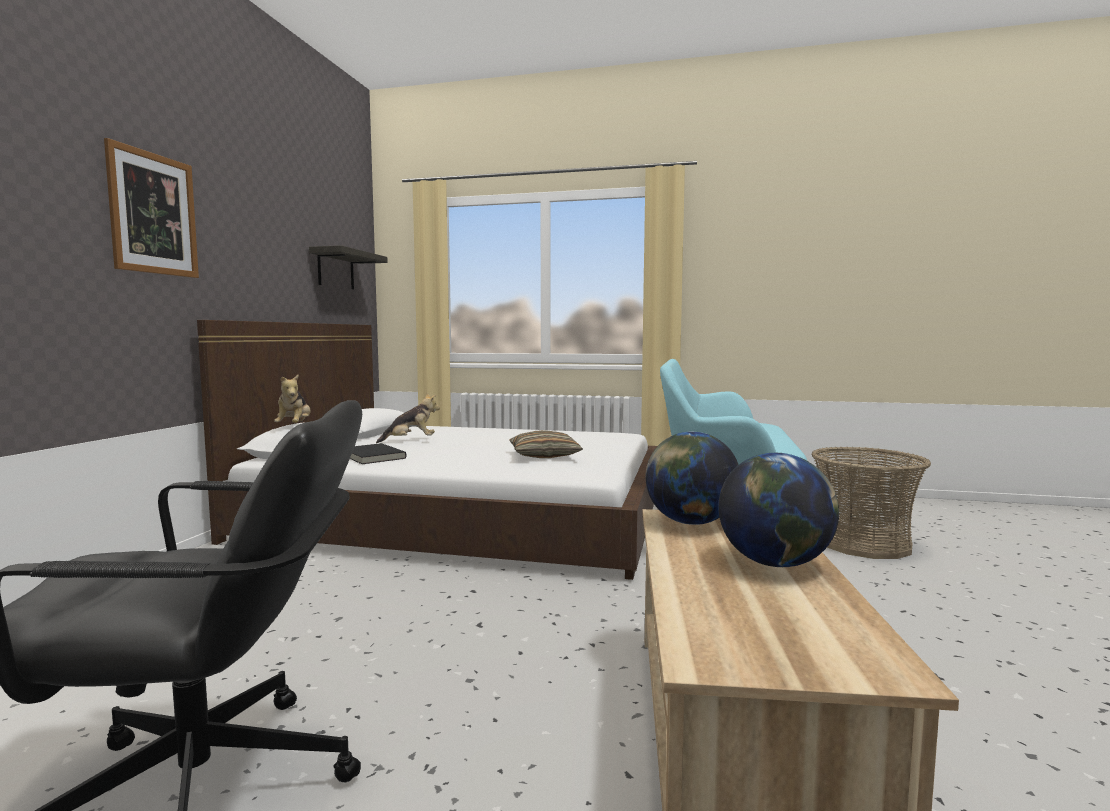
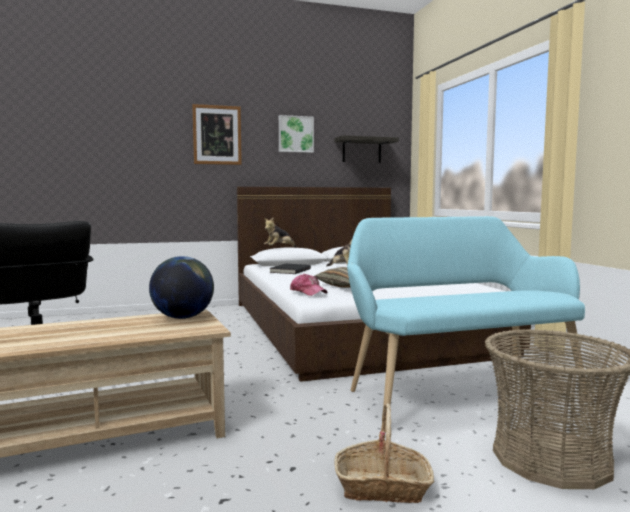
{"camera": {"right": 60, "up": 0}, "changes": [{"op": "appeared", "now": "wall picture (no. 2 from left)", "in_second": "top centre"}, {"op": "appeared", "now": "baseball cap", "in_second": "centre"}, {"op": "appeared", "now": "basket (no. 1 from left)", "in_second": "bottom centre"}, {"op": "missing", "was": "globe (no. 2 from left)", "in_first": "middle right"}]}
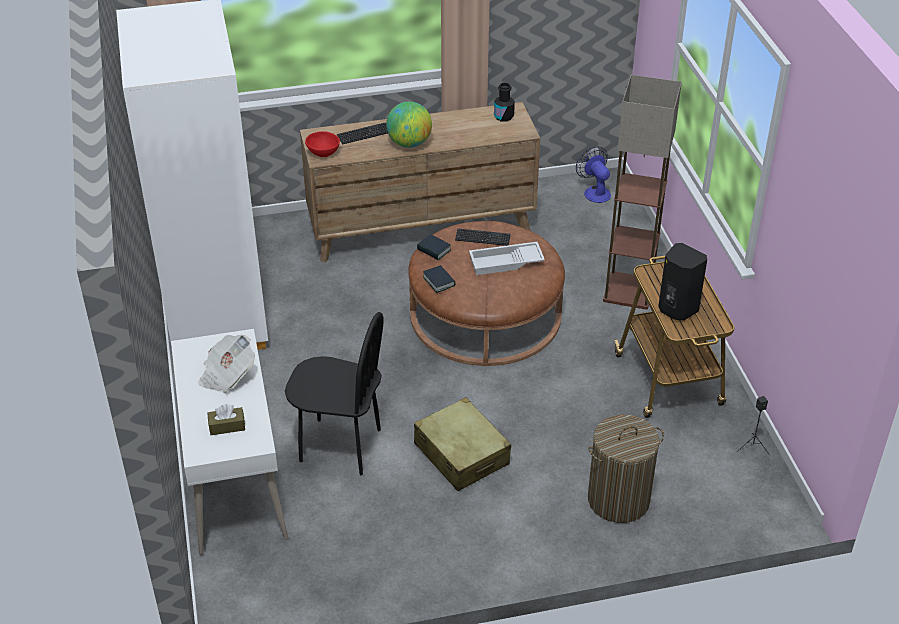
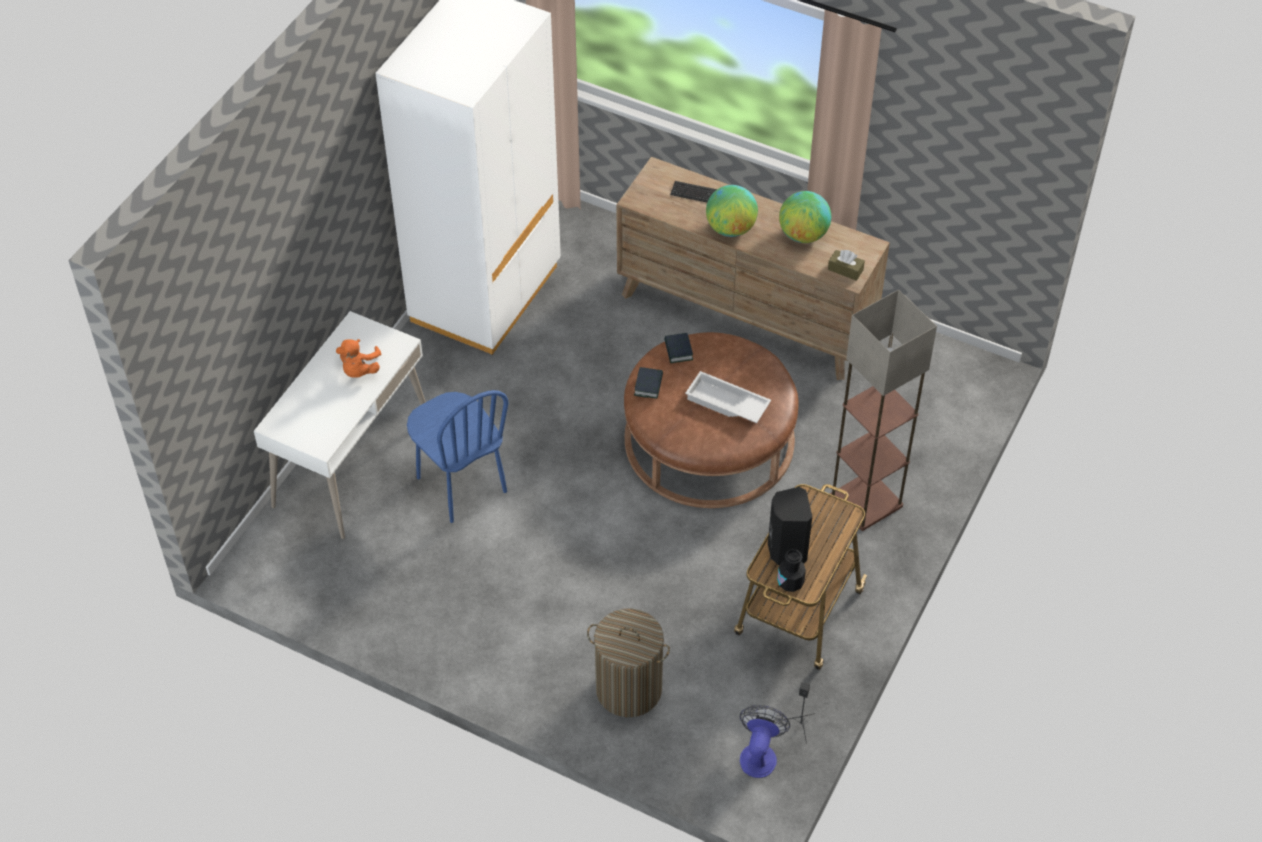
{"camera": {"right": 40, "up": 10}, "changes": [{"op": "exchanged", "was": "printed paper", "now": "orangey plush toy", "in_first": "middle left", "in_second": "middle left"}, {"op": "colour", "was": "black-coloured upright chair", "now": "blue-coloured upright chair", "in_first": "centre", "in_second": "centre"}, {"op": "relocated", "was": "cooling fan", "in_first": "top centre", "in_second": "bottom centre"}, {"op": "relocated", "was": "black-coloured bottle", "in_first": "top centre", "in_second": "bottom centre"}, {"op": "appeared", "now": "globe (no. 2 from left)", "in_second": "top centre"}, {"op": "relocated", "was": "brownish box of tissues", "in_first": "bottom left", "in_second": "top right"}, {"op": "missing", "was": "red serving bowl", "in_first": "top centre"}, {"op": "missing", "was": "beige-coloured suitcase", "in_first": "bottom centre"}, {"op": "missing", "was": "computer keyboard (no. 2 from left)", "in_first": "centre"}]}
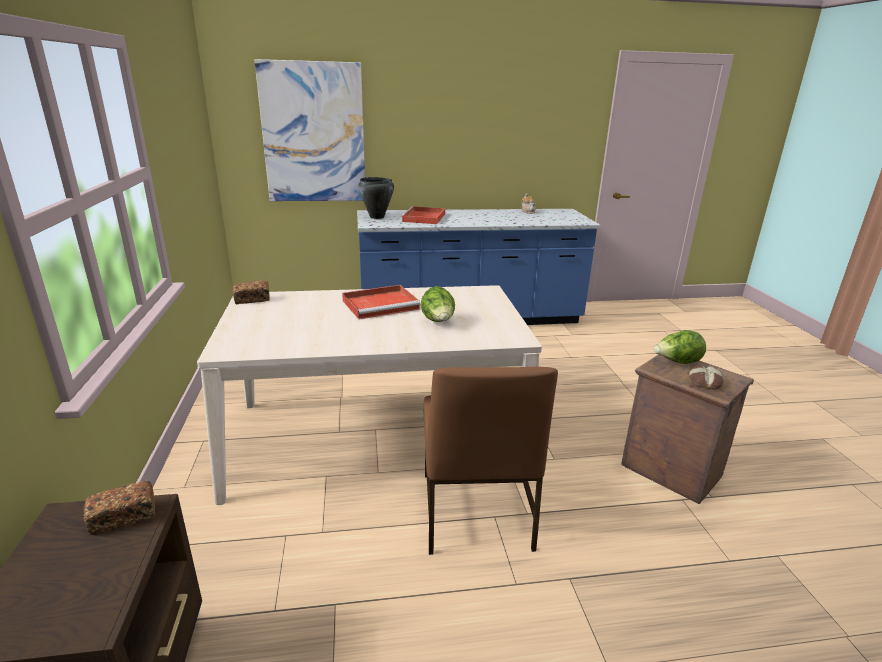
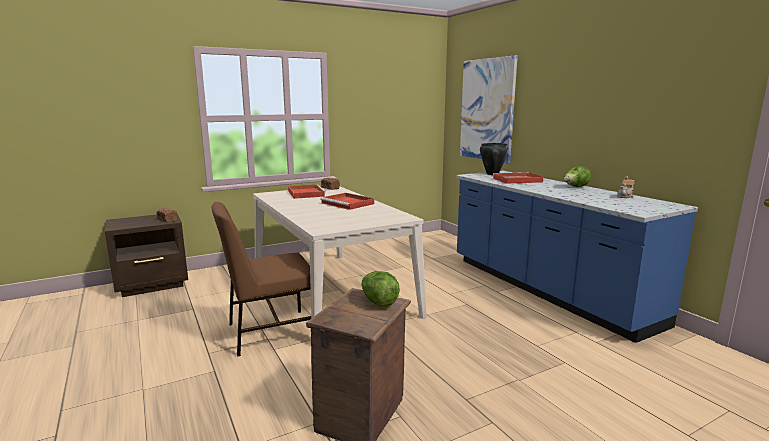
{"camera": {"right": 70, "up": -10}, "changes": [{"op": "appeared", "now": "red carrying tray (no. 1 from left)", "in_second": "centre"}, {"op": "relocated", "was": "lettuce head (no. 1 from left in the first image)", "now": "lettuce head (no. 2 from left)", "in_first": "centre", "in_second": "middle right"}, {"op": "missing", "was": "baked bread (no. 3 from left)", "in_first": "middle right"}]}
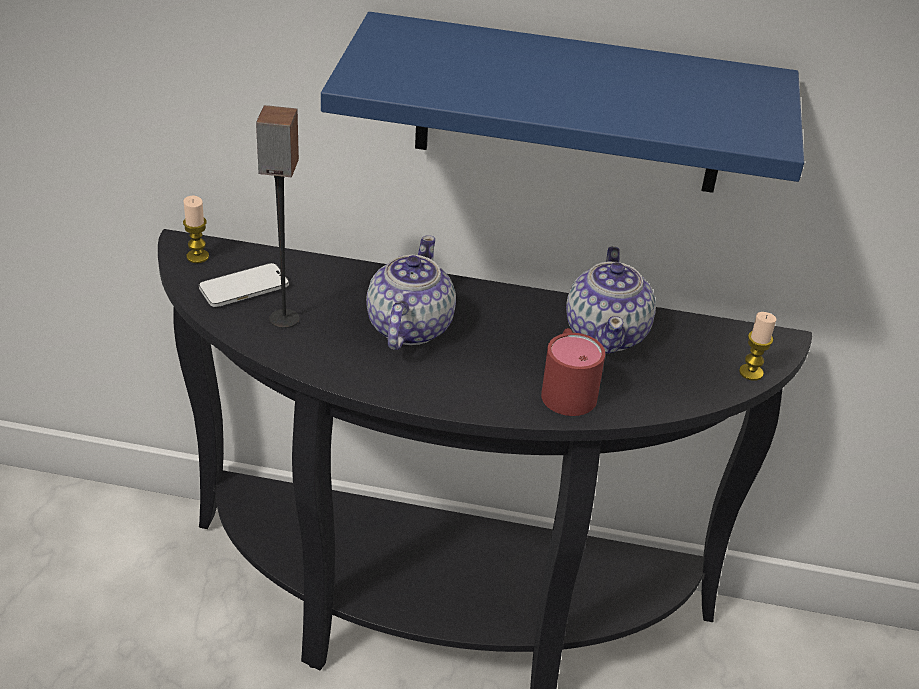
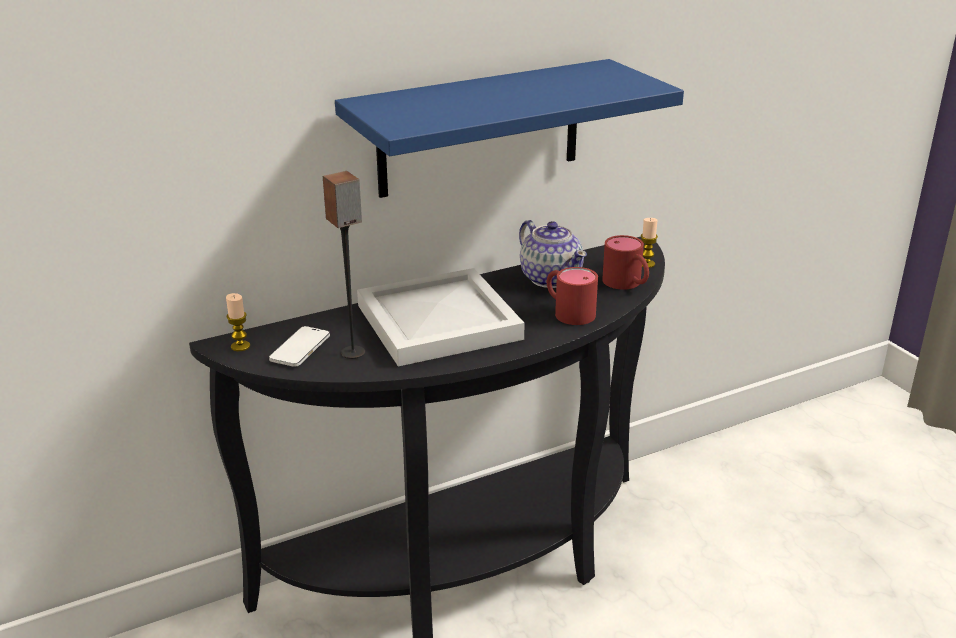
{"camera": {"right": -35, "up": -10}, "changes": [{"op": "exchanged", "was": "tea pot (no. 1 from left)", "now": "whitish carrying tray", "in_first": "centre", "in_second": "centre"}, {"op": "appeared", "now": "red coffee mug (no. 2 from left)", "in_second": "centre"}]}
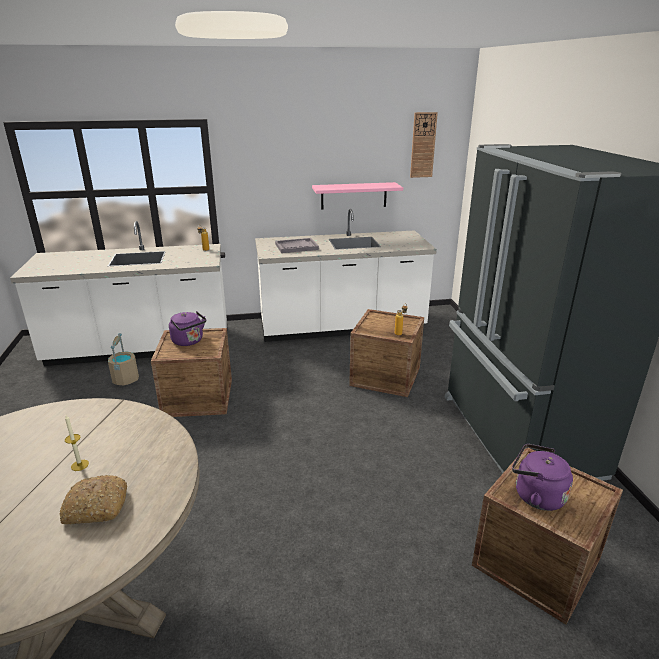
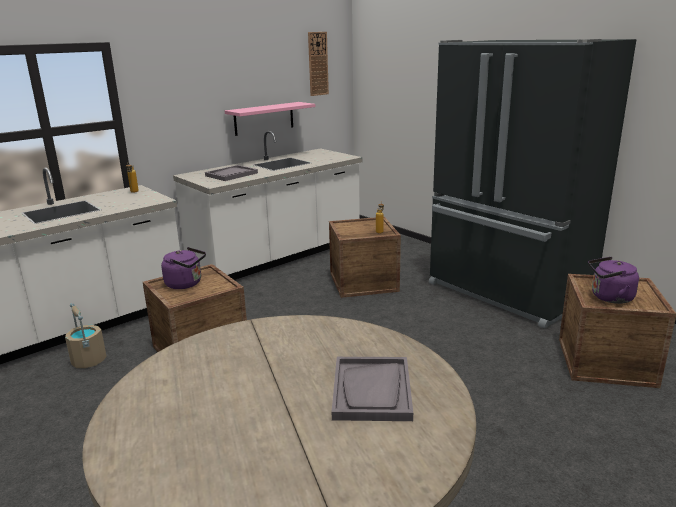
{"camera": {"right": -30, "up": -5}, "changes": [{"op": "exchanged", "was": "baked bread", "now": "grey carrying tray (no. 2 from left)", "in_first": "bottom left", "in_second": "bottom centre"}, {"op": "missing", "was": "candle", "in_first": "bottom left"}]}
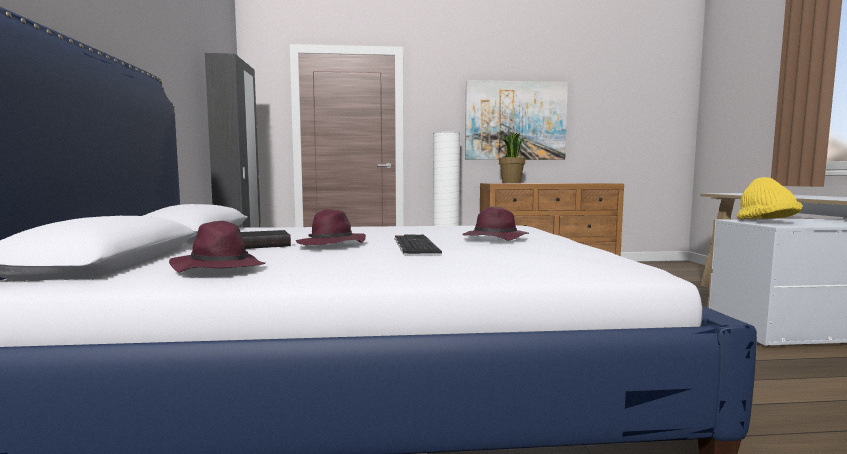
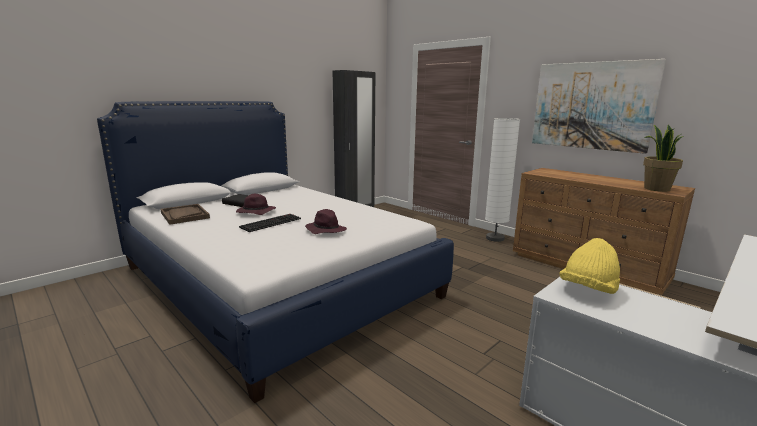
{"camera": {"right": 50, "up": 10}, "changes": [{"op": "exchanged", "was": "purple-coloured hat (no. 1 from left)", "now": "brownish carrying tray", "in_first": "middle left", "in_second": "middle left"}, {"op": "relocated", "was": "potted plant", "in_first": "centre", "in_second": "middle right"}]}
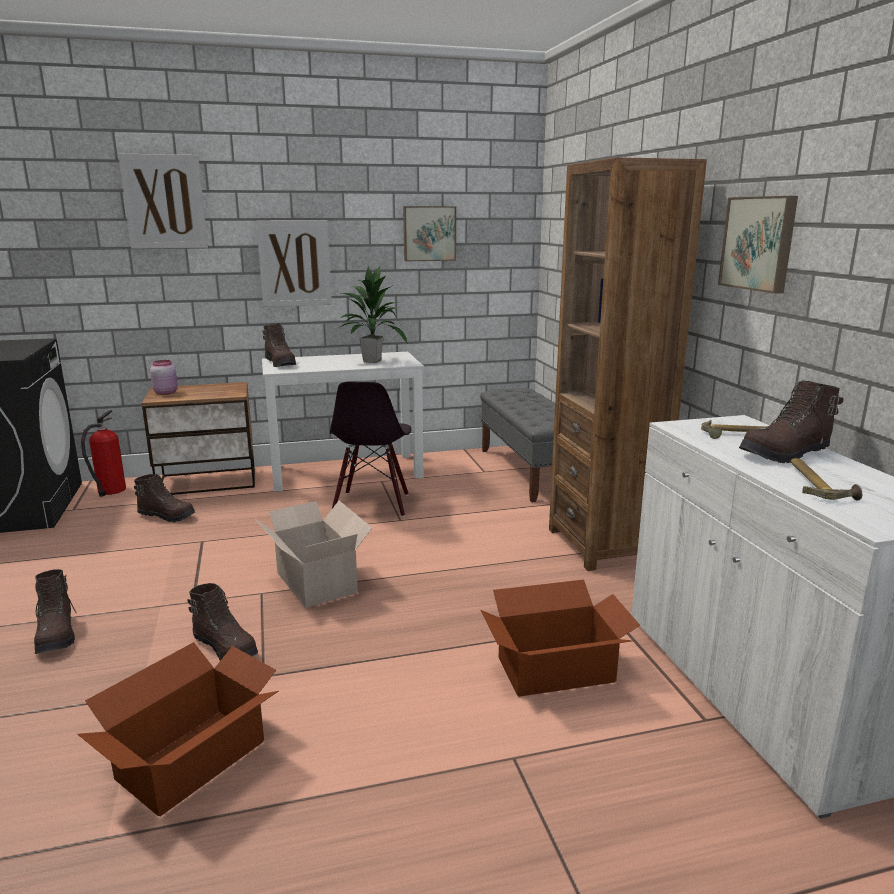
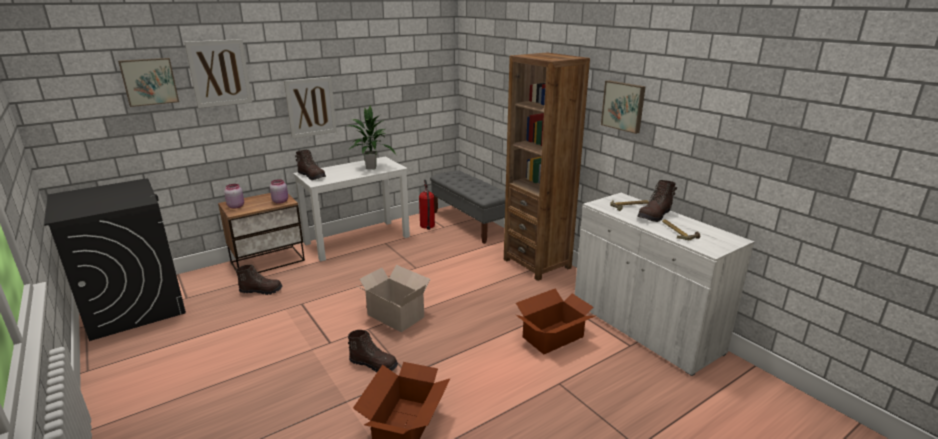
{"camera": {"right": -20, "up": 5}, "changes": [{"op": "relocated", "was": "wall picture (no. 3 from left in the first image)", "now": "wall picture (no. 1 from left)", "in_first": "top centre", "in_second": "top left"}, {"op": "appeared", "now": "pinkish jar (no. 2 from left)", "in_second": "middle left"}, {"op": "relocated", "was": "fire-fighting cylinder", "in_first": "middle left", "in_second": "centre"}, {"op": "missing", "was": "brownish boot (no. 1 from left)", "in_first": "bottom left"}, {"op": "missing", "was": "black-coloured upright chair", "in_first": "centre"}]}
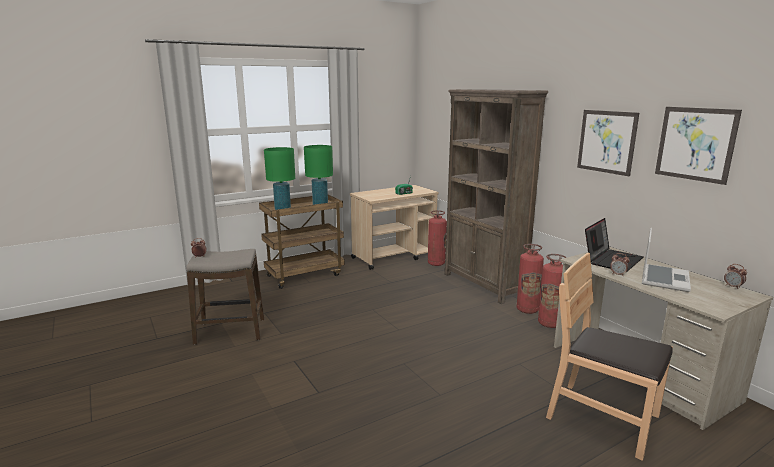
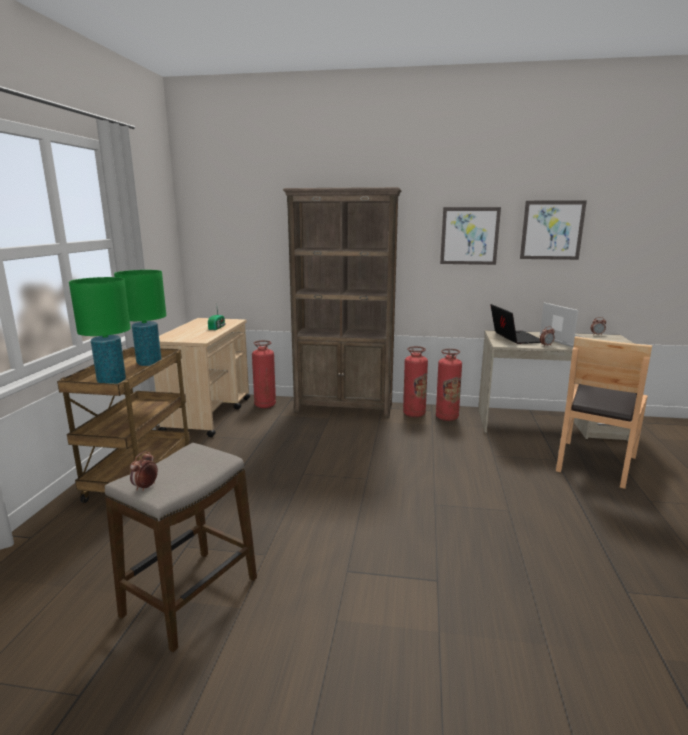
{"camera": {"right": -50, "up": 0}, "changes": [{"op": "spun", "was": "brownish upright chair", "in_first": "bottom right", "in_second": "middle right", "clockwise": -45}]}
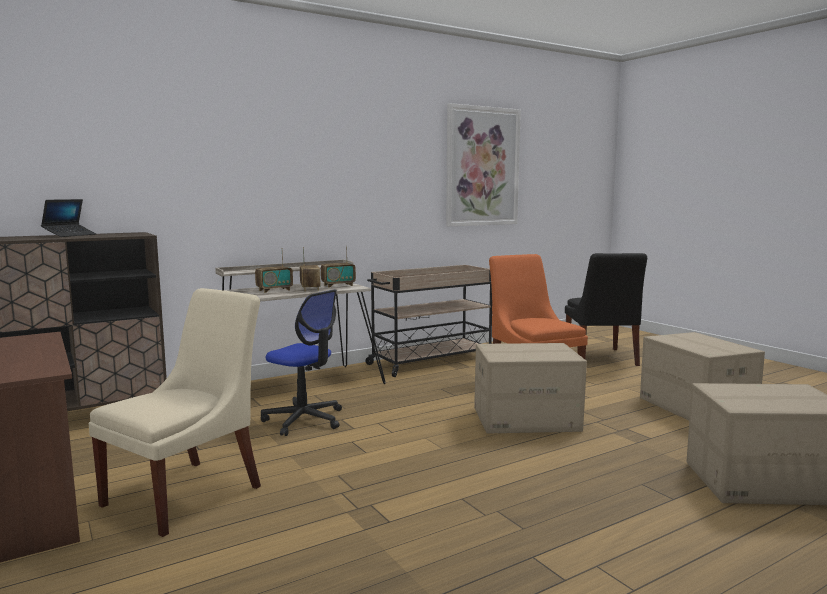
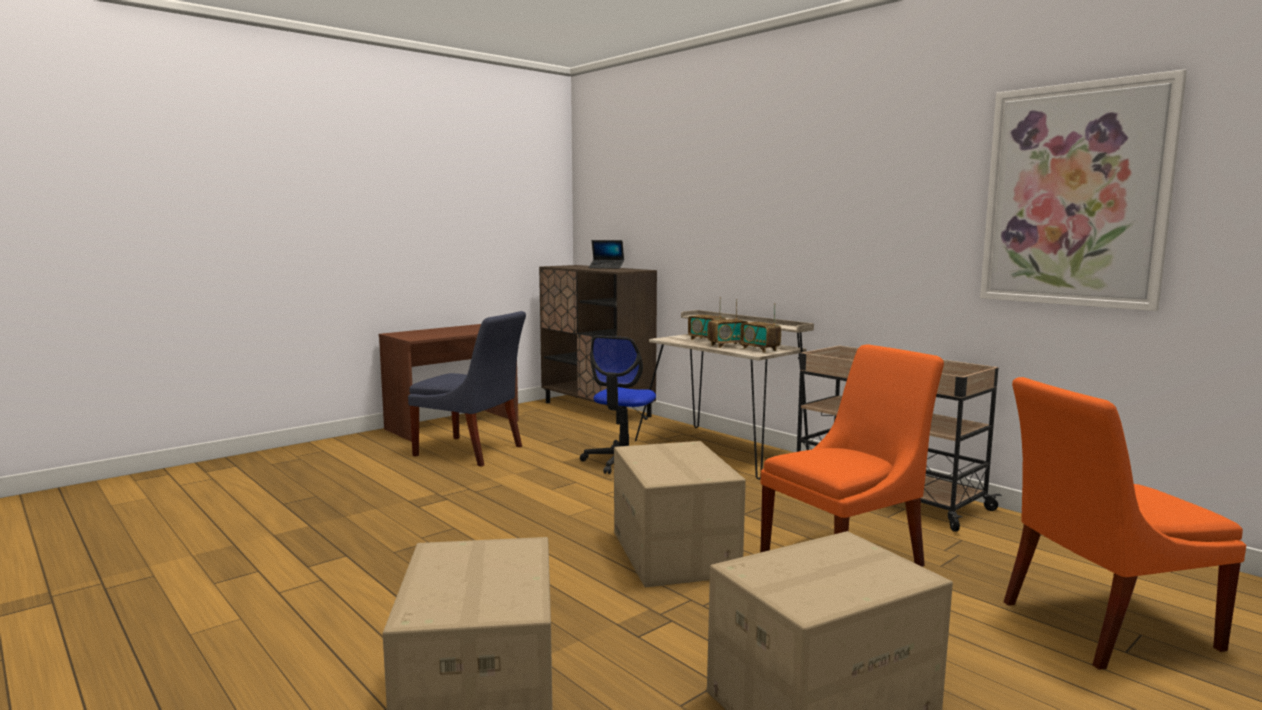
{"camera": {"right": 80, "up": 0}, "changes": [{"op": "colour", "was": "beige-coloured upright chair", "now": "blue-coloured upright chair", "in_first": "bottom left", "in_second": "centre"}, {"op": "colour", "was": "black-coloured upright chair", "now": "orangey upright chair (no. 2 from left)", "in_first": "middle right", "in_second": "bottom right"}]}
